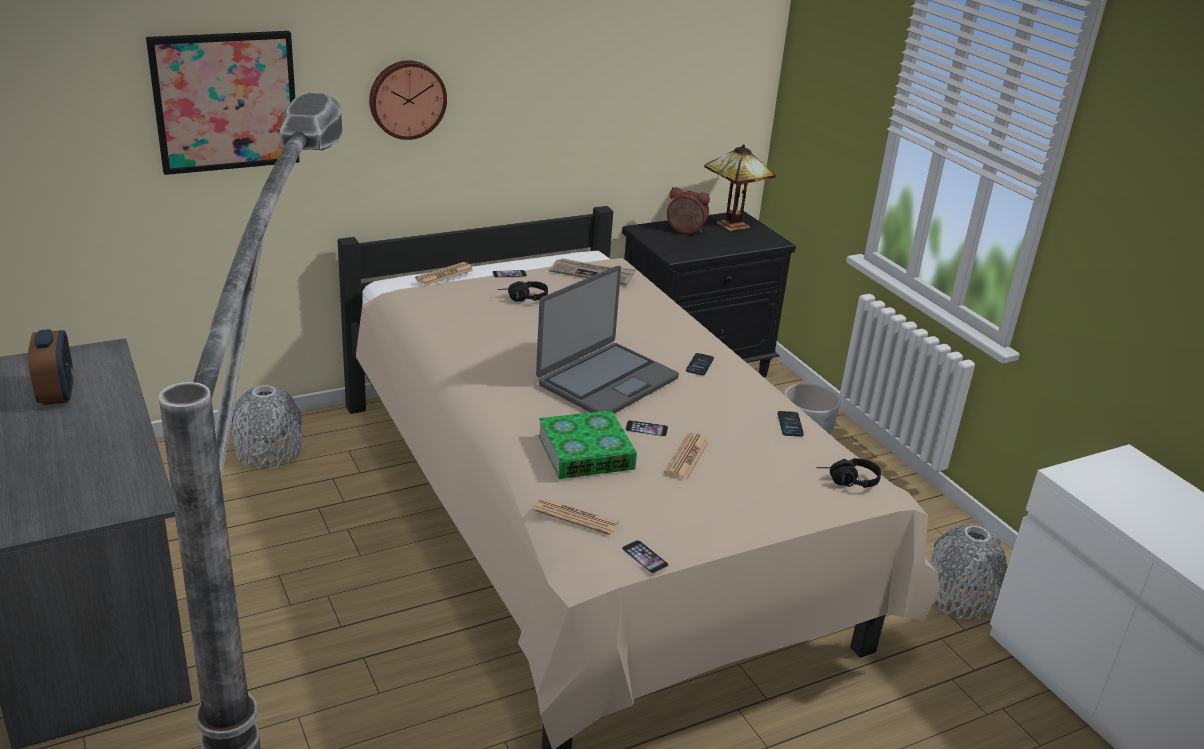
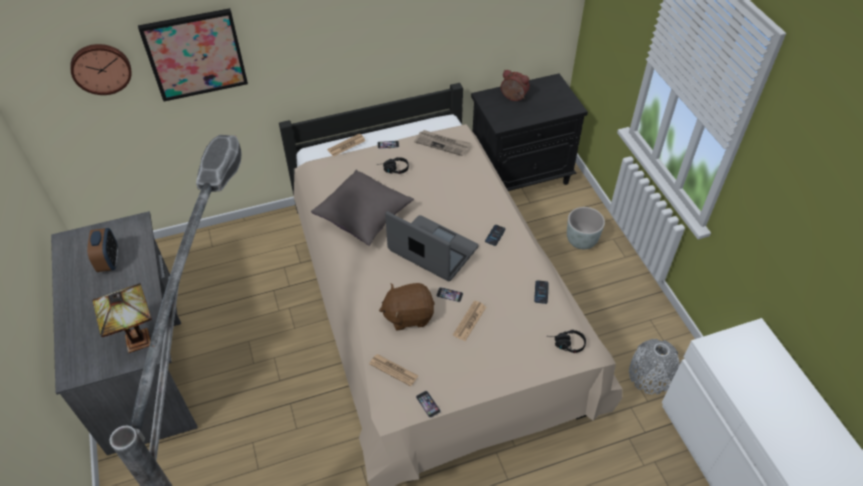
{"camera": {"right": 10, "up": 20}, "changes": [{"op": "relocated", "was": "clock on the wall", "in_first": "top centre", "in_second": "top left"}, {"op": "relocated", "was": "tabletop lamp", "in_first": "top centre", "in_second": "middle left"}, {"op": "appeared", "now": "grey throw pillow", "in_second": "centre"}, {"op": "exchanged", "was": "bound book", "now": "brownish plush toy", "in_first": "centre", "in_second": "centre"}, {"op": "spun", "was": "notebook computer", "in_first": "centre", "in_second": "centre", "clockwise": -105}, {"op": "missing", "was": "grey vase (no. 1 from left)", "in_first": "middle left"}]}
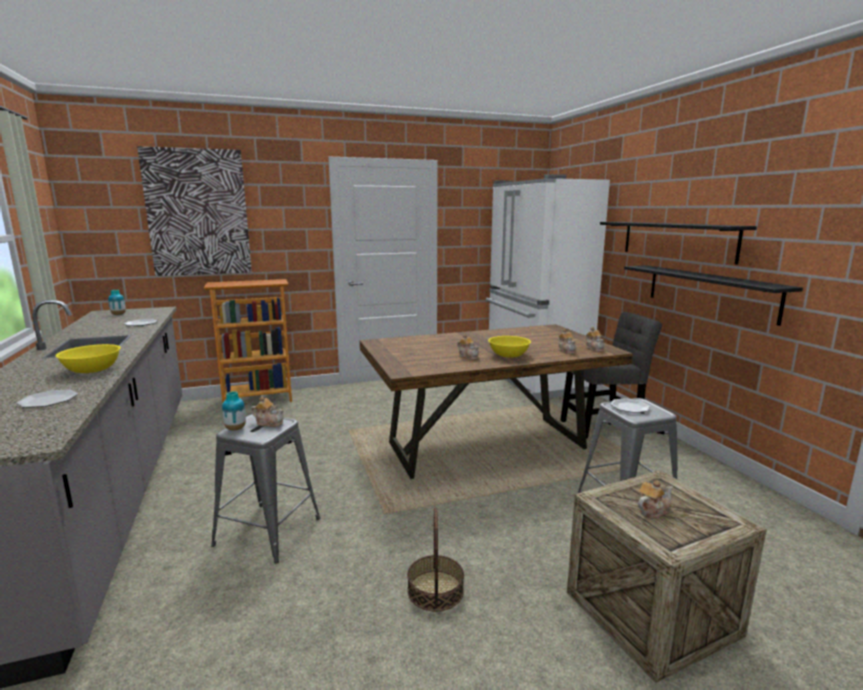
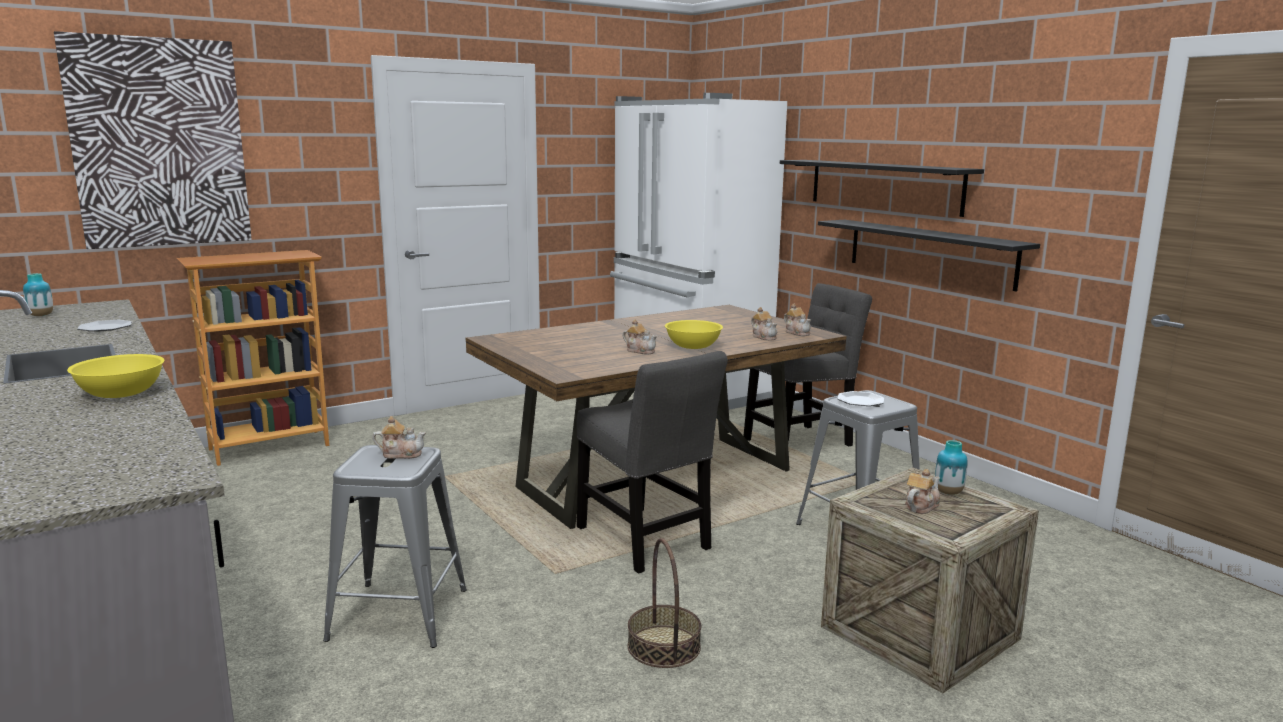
{"camera": {"right": -15, "up": 0}, "changes": [{"op": "appeared", "now": "grey upright chair (no. 1 from left)", "in_second": "centre"}, {"op": "relocated", "was": "vase (no. 2 from left)", "in_first": "middle left", "in_second": "middle right"}, {"op": "missing", "was": "plate (no. 1 from left)", "in_first": "middle left"}]}
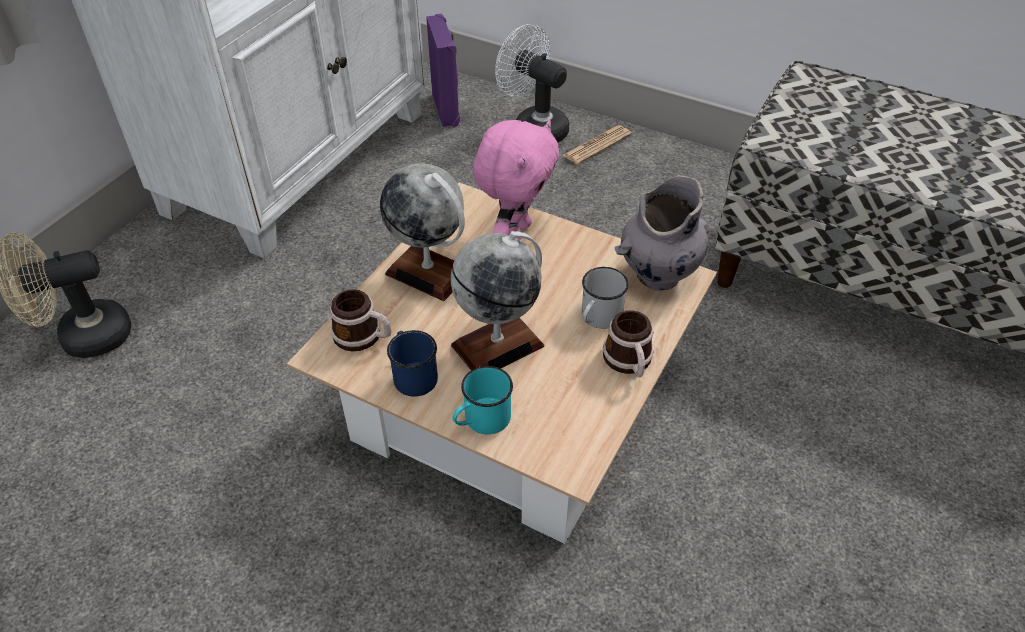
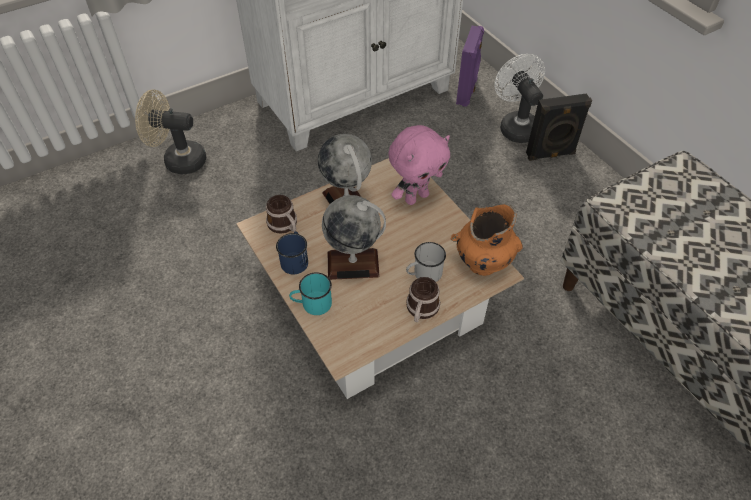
{"camera": {"right": 30, "up": 5}, "changes": [{"op": "colour", "was": "grey vase", "now": "orangey vase", "in_first": "centre", "in_second": "centre"}, {"op": "exchanged", "was": "printed paper", "now": "black-coloured speaker", "in_first": "top centre", "in_second": "top right"}]}
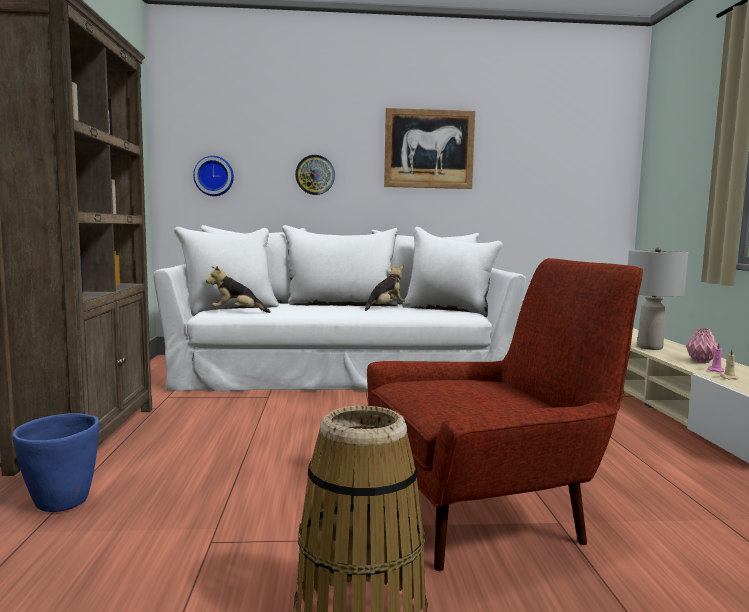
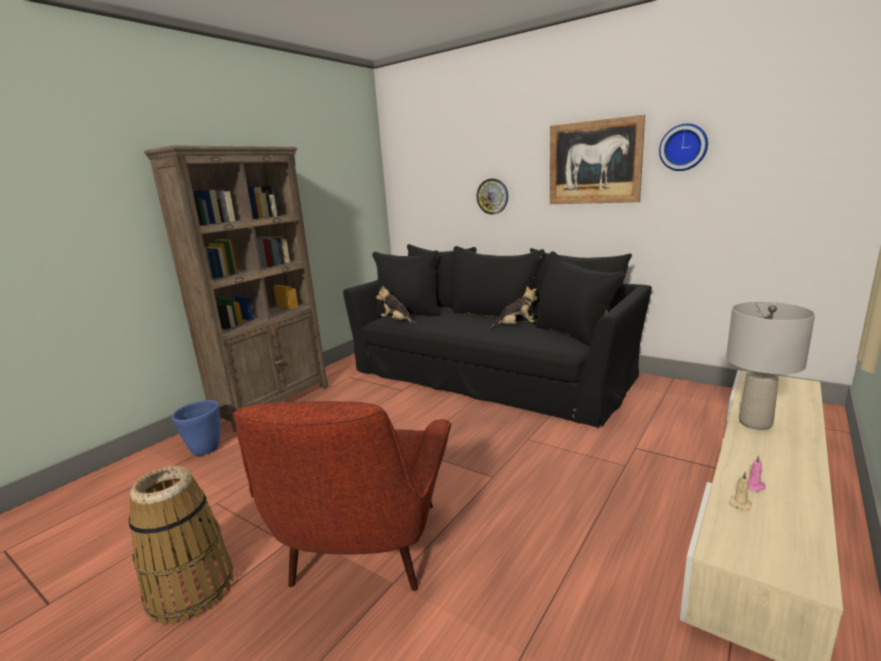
{"camera": {"right": 40, "up": 10}, "changes": [{"op": "spun", "was": "red easy chair", "in_first": "bottom right", "in_second": "bottom centre", "clockwise": 75}, {"op": "colour", "was": "whitish couch", "now": "black-coloured couch", "in_first": "centre", "in_second": "centre"}, {"op": "relocated", "was": "clock on the wall (no. 1 from left in the first image)", "now": "clock on the wall (no. 2 from left)", "in_first": "top left", "in_second": "top right"}, {"op": "missing", "was": "pinkish vase", "in_first": "middle right"}]}
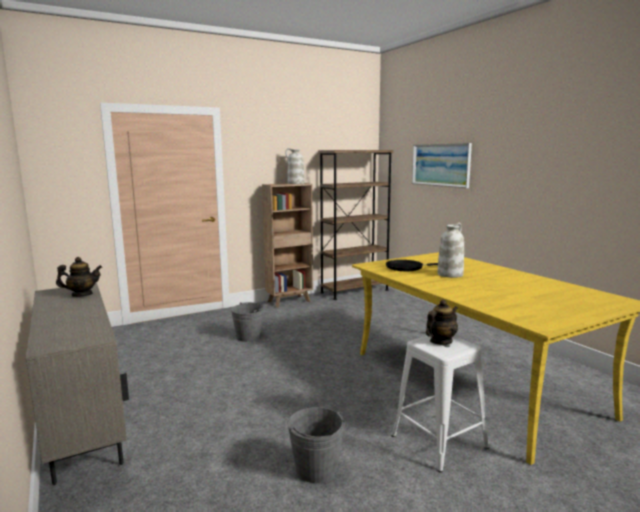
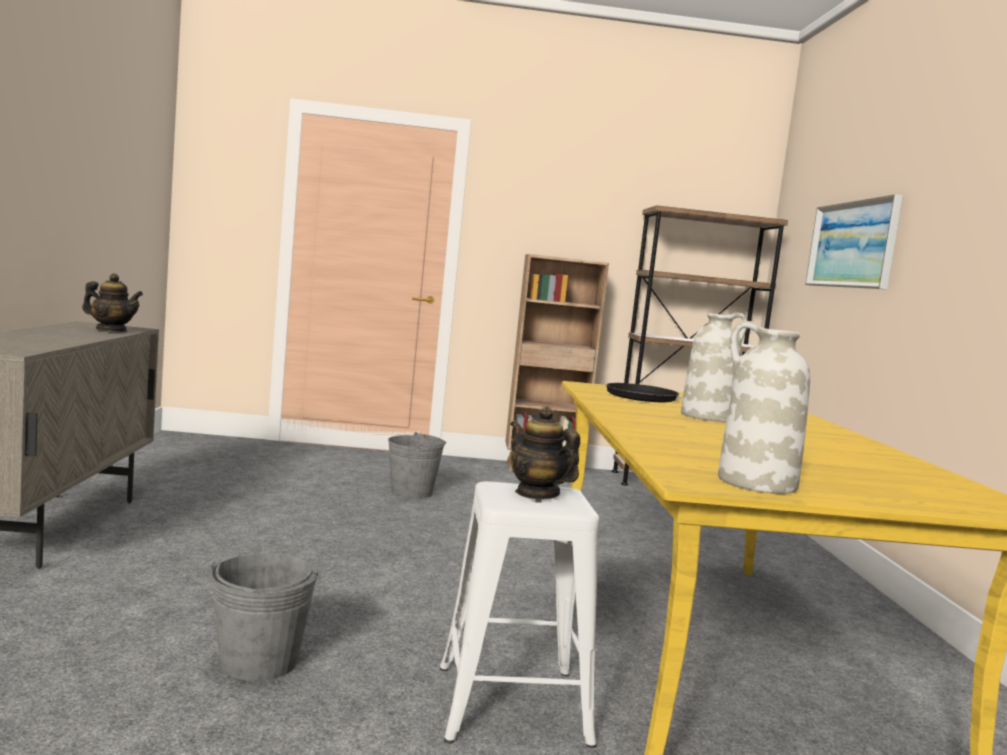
{"camera": {"right": 25, "up": -5}, "changes": [{"op": "spun", "was": "tea pot (no. 2 from left)", "in_first": "middle right", "in_second": "centre", "clockwise": -120}, {"op": "relocated", "was": "whitish vase (no. 1 from left in the first image)", "now": "whitish vase (no. 2 from left)", "in_first": "top centre", "in_second": "middle right"}]}
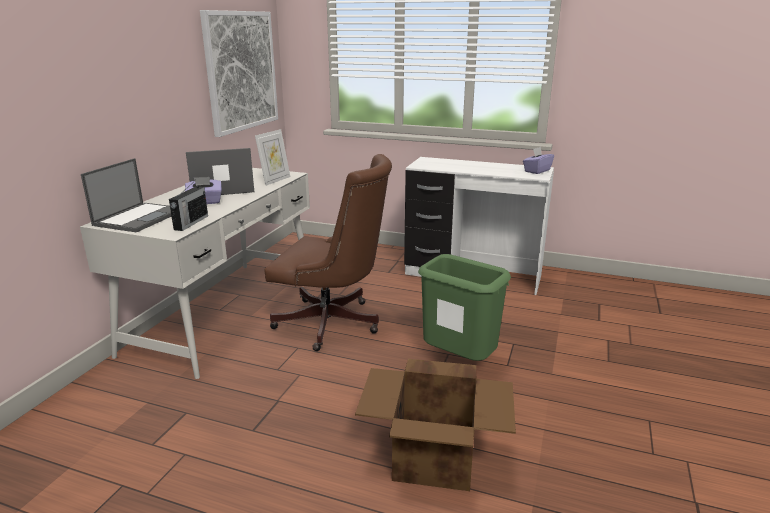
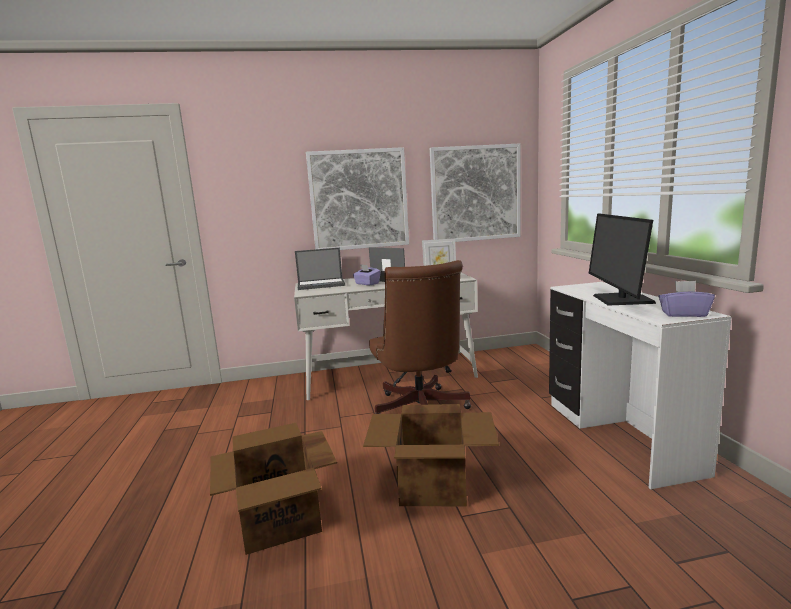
{"camera": {"right": 60, "up": -10}, "changes": [{"op": "appeared", "now": "wall picture (no. 1 from left)", "in_second": "top centre"}, {"op": "exchanged", "was": "greenish trash can", "now": "packing box (no. 2 from left)", "in_first": "centre", "in_second": "bottom centre"}, {"op": "appeared", "now": "monitor", "in_second": "middle right"}, {"op": "missing", "was": "radio", "in_first": "middle left"}]}
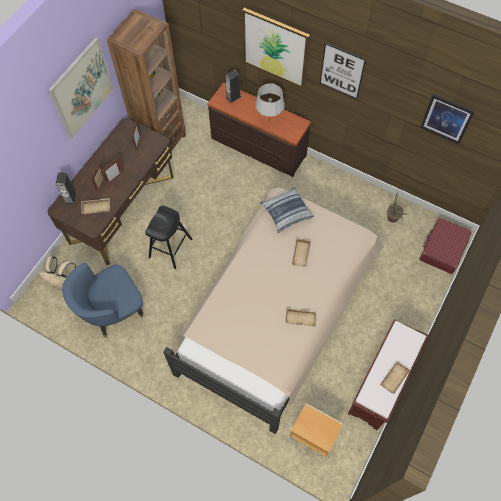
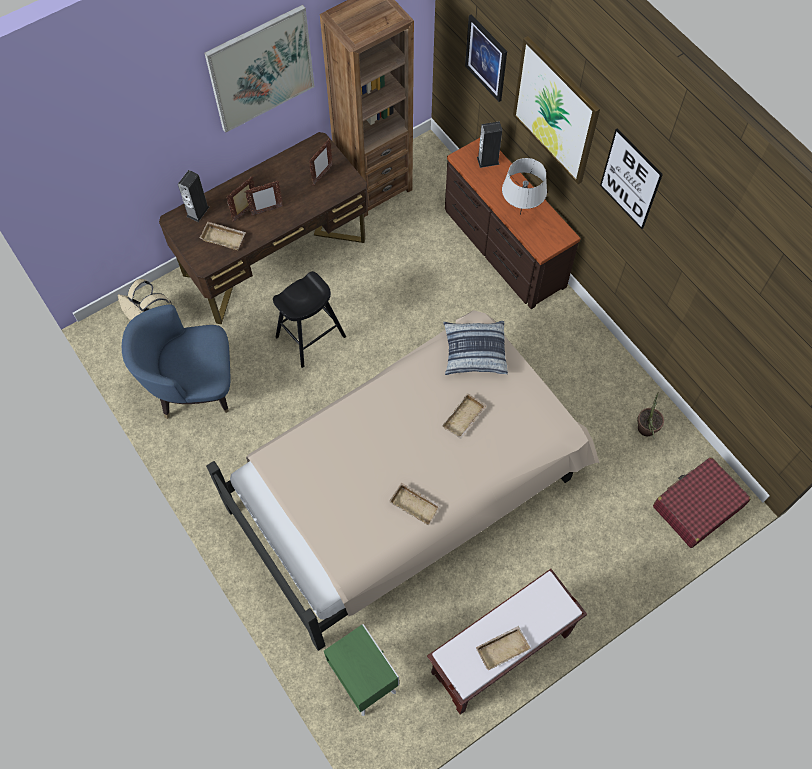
{"camera": {"right": 25, "up": 0}, "changes": [{"op": "colour", "was": "brownish night table", "now": "greenish night table", "in_first": "bottom centre", "in_second": "bottom centre"}, {"op": "relocated", "was": "wall picture (no. 4 from left in the first image)", "now": "wall picture (no. 2 from left)", "in_first": "top right", "in_second": "top centre"}]}
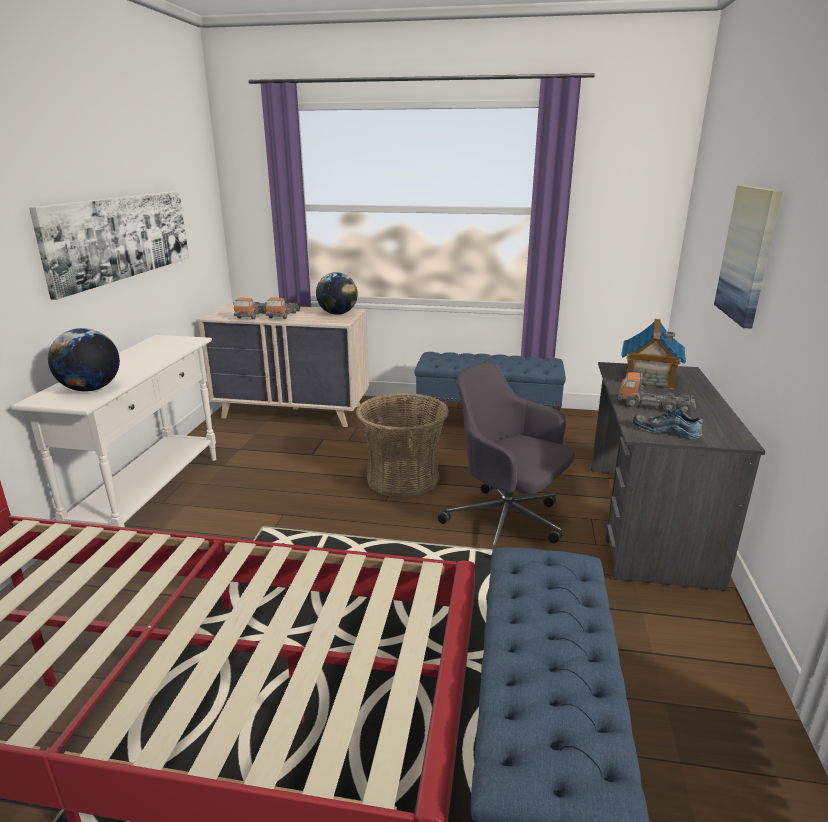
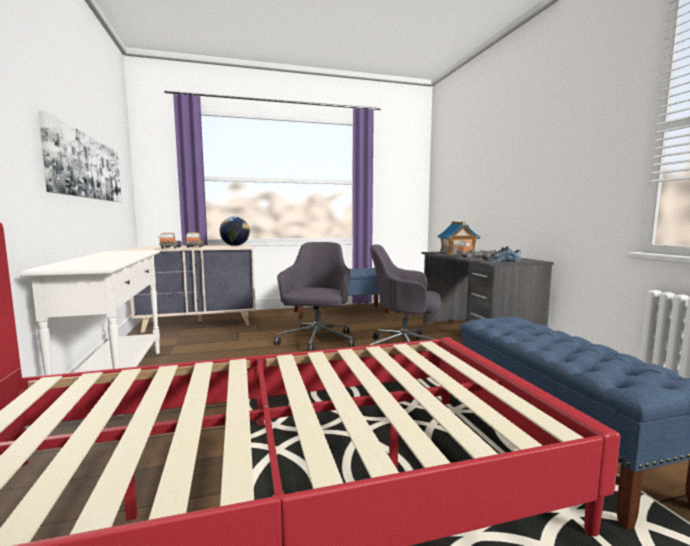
{"camera": {"right": -25, "up": -15}, "changes": [{"op": "exchanged", "was": "basket", "now": "grey computer chair (no. 1 from left)", "in_first": "centre", "in_second": "centre"}, {"op": "missing", "was": "globe (no. 1 from left)", "in_first": "middle left"}, {"op": "missing", "was": "wall picture (no. 2 from left)", "in_first": "top right"}]}
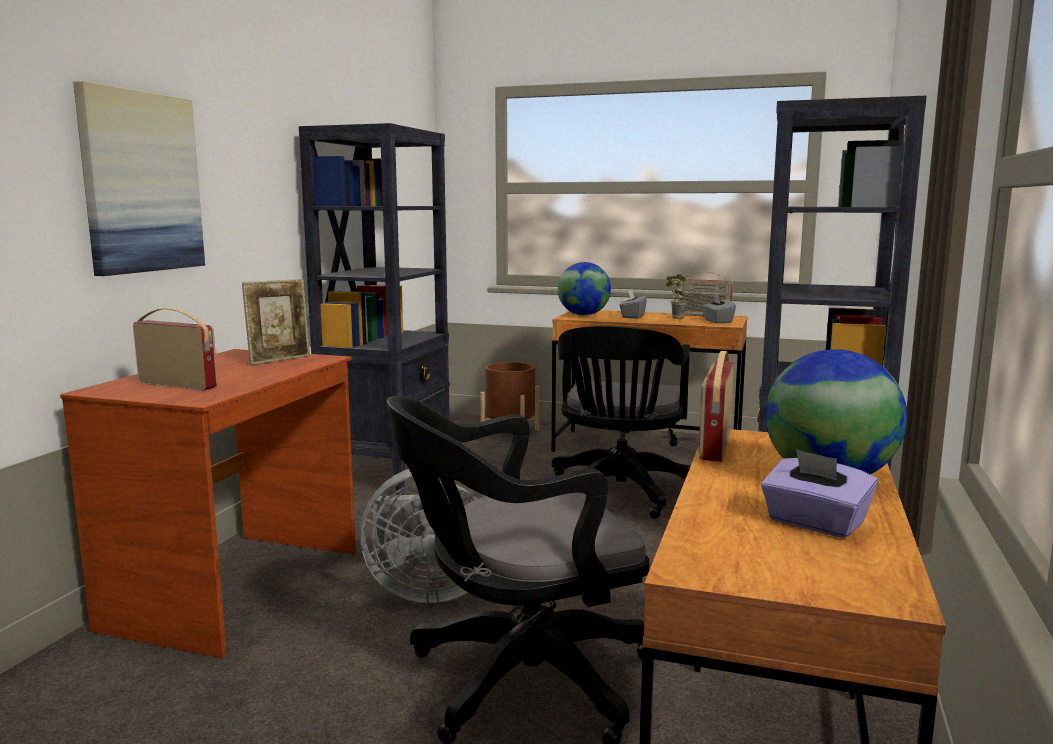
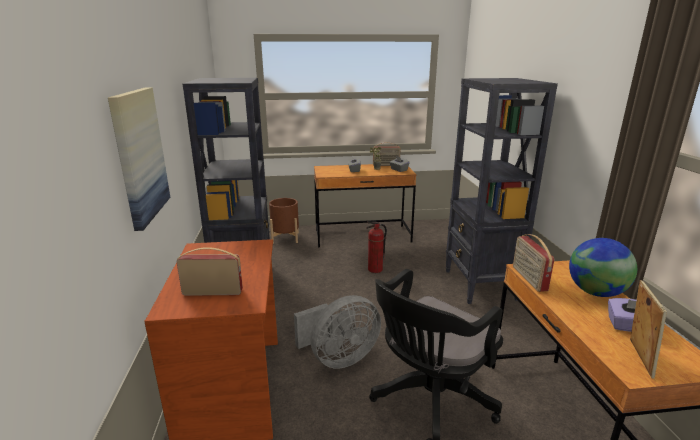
{"camera": {"right": -25, "up": 10}, "changes": [{"op": "exchanged", "was": "black-coloured computer chair (no. 2 from left)", "now": "fire-fighting cylinder", "in_first": "centre", "in_second": "centre"}, {"op": "relocated", "was": "standing frame", "in_first": "middle left", "in_second": "bottom right"}, {"op": "missing", "was": "globe (no. 1 from left)", "in_first": "centre"}]}
